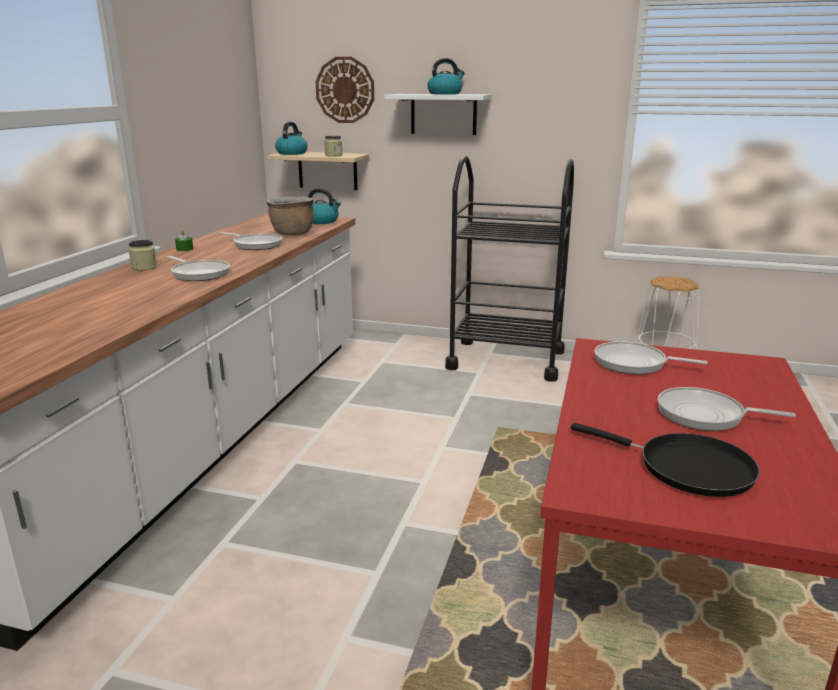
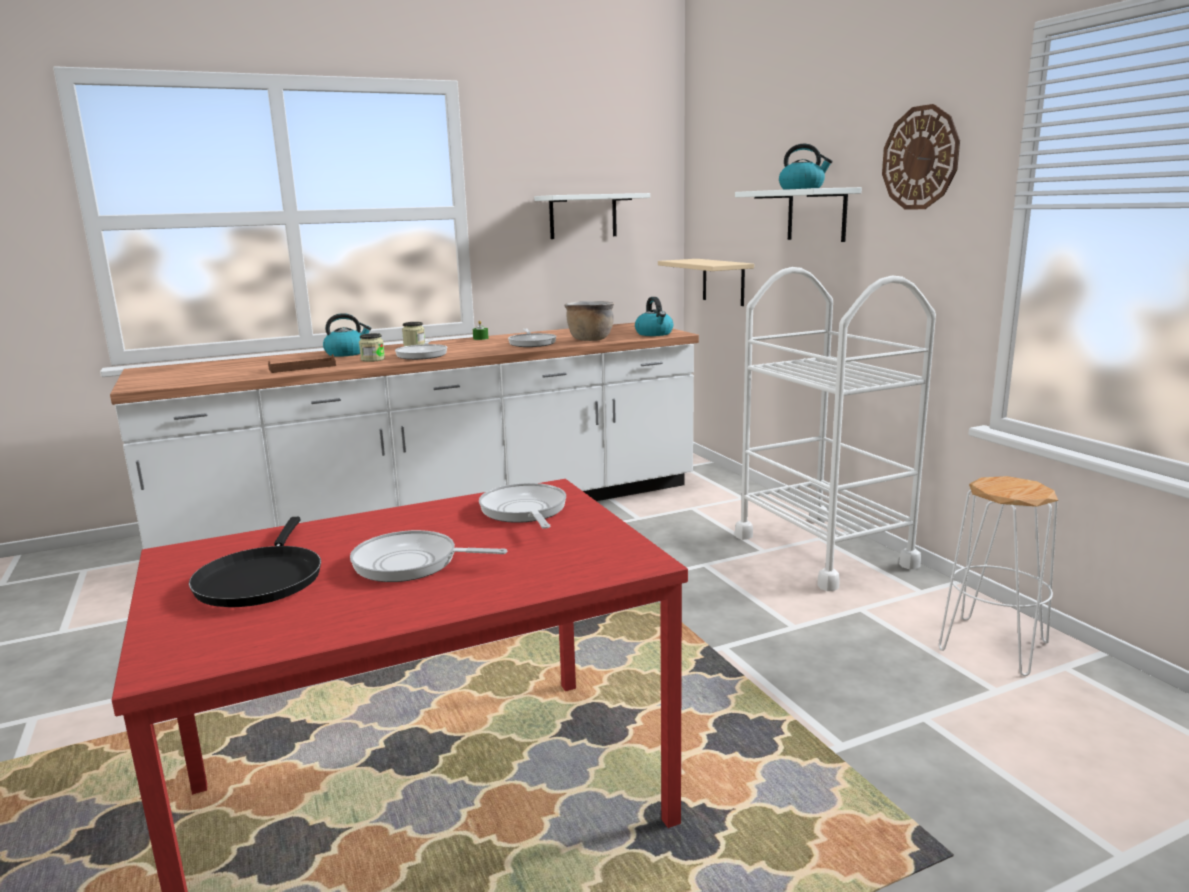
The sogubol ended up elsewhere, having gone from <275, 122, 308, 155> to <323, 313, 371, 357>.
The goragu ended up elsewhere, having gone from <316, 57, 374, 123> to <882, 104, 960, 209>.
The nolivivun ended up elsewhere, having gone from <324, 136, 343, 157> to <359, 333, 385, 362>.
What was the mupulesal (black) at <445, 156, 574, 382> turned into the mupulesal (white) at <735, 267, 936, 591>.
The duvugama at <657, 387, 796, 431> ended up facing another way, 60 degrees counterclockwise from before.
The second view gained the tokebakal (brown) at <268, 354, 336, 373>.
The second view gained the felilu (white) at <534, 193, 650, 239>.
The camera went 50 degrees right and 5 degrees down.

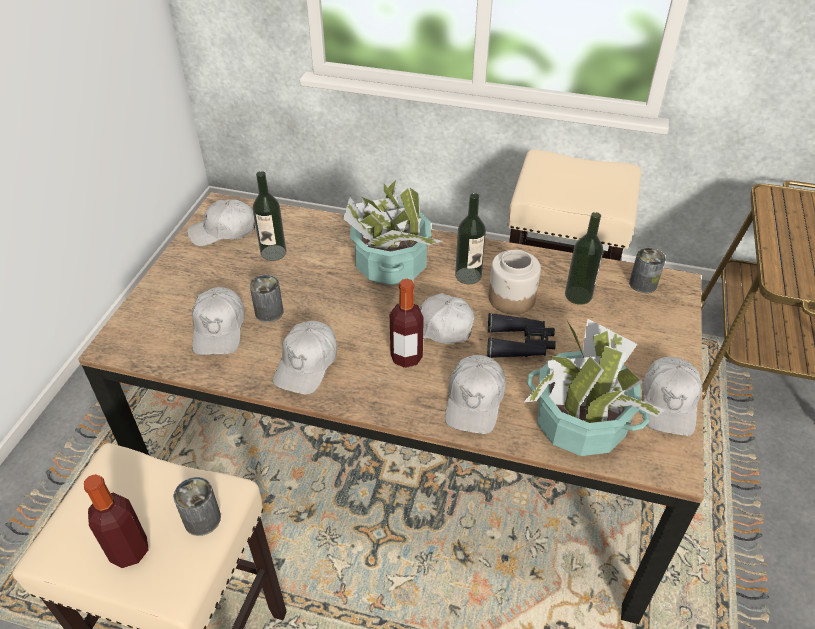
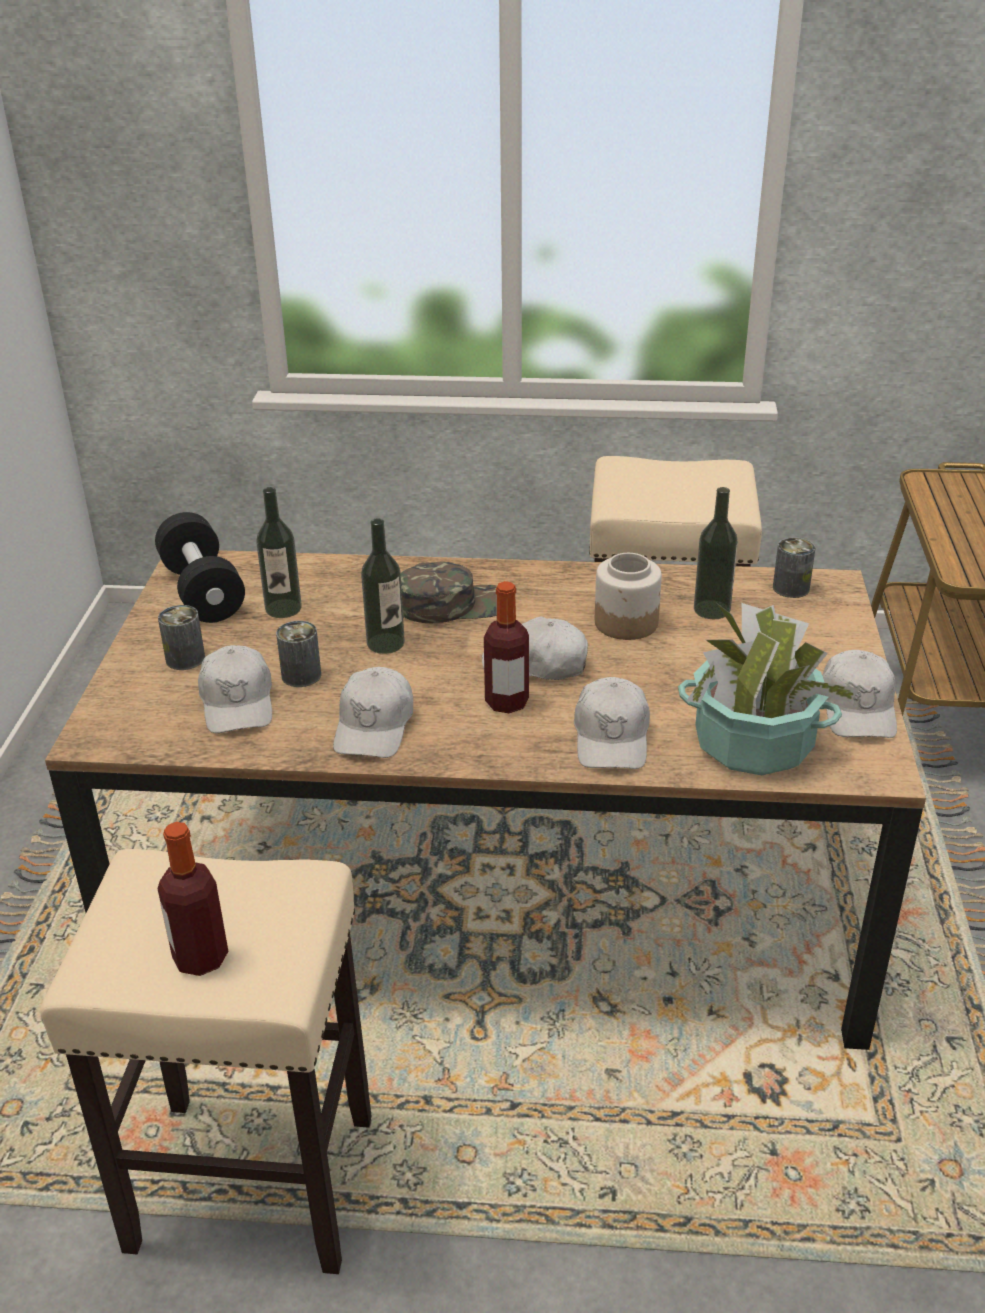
The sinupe ended up elsewhere, having gone from <173, 477, 221, 536> to <158, 605, 205, 670>.
Where the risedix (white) stood at <187, 199, 255, 246>, the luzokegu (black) came to stand at <155, 512, 245, 623>.
Where the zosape stood at <343, 179, 442, 285>, the risedix (green) came to stand at <401, 561, 497, 623>.
The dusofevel ended up elsewhere, having gone from <455, 193, 486, 284> to <361, 518, 405, 654>.
The second view lost the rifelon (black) at <487, 313, 556, 358>.
The camera went 10 degrees left and 10 degrees down.

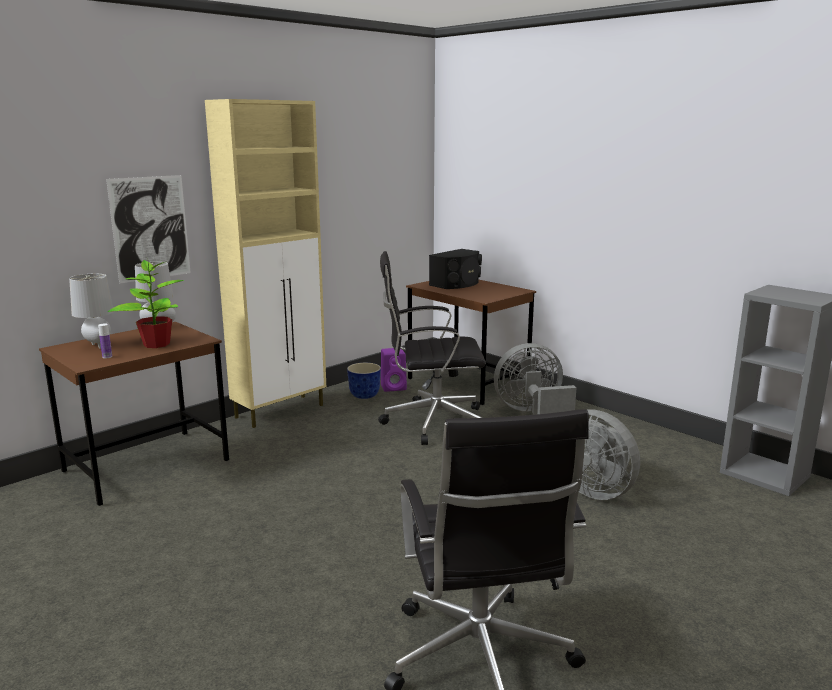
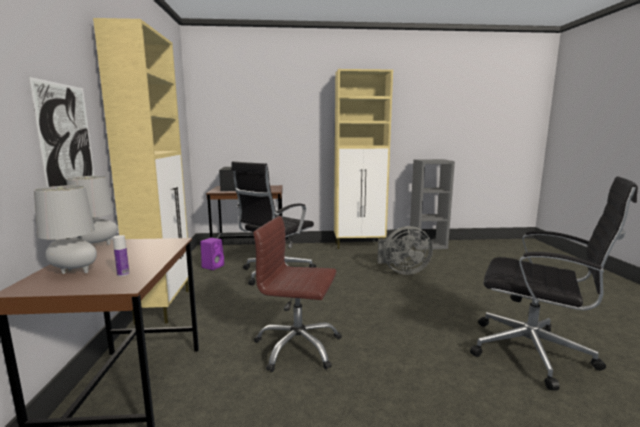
The second view lost the zosape at <108, 258, 184, 348>.
The second view lost the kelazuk at <347, 363, 381, 399>.
The second view lost the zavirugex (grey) at <494, 343, 576, 415>.
The second view gained the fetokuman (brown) at <253, 216, 342, 372>.
The second view gained the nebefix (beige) at <334, 69, 393, 249>.
The camera went 50 degrees left and 5 degrees down.

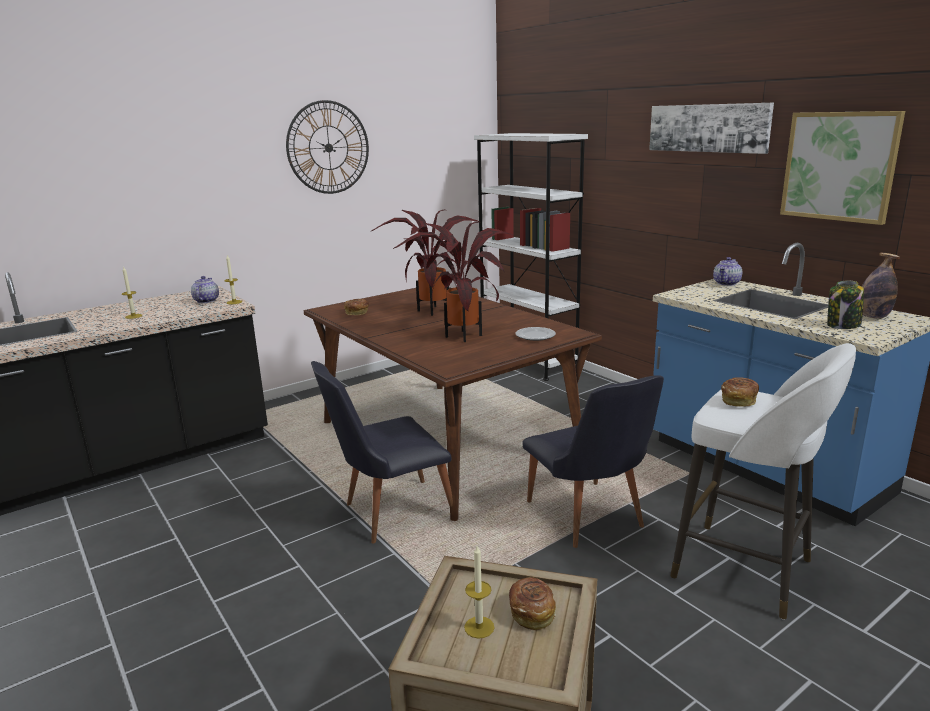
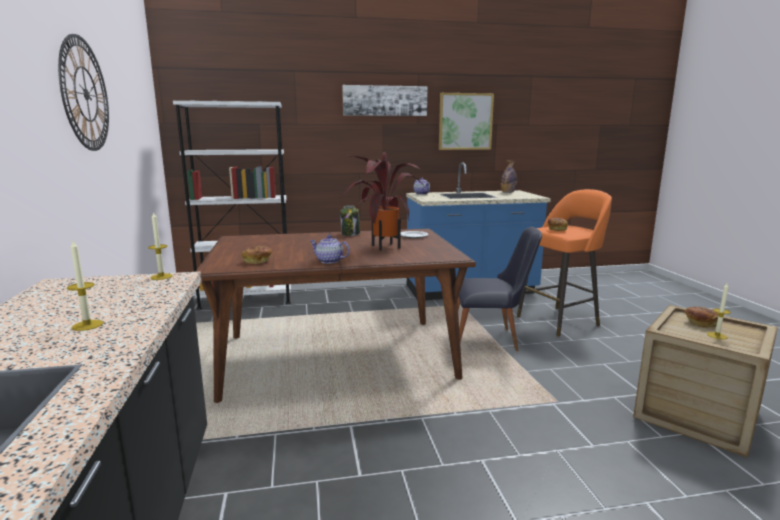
The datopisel ended up elsewhere, having gone from <191, 276, 219, 303> to <310, 235, 350, 264>.
The second view lost the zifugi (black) at <311, 361, 453, 544>.
The second view lost the zosape at <370, 210, 480, 316>.
What was the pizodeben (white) at <670, 343, 856, 620> turned into the pizodeben (orange) at <517, 189, 612, 337>.
The nolivivun ended up elsewhere, having gone from <827, 281, 864, 329> to <340, 205, 360, 236>.
The camera went 65 degrees left and 5 degrees down.

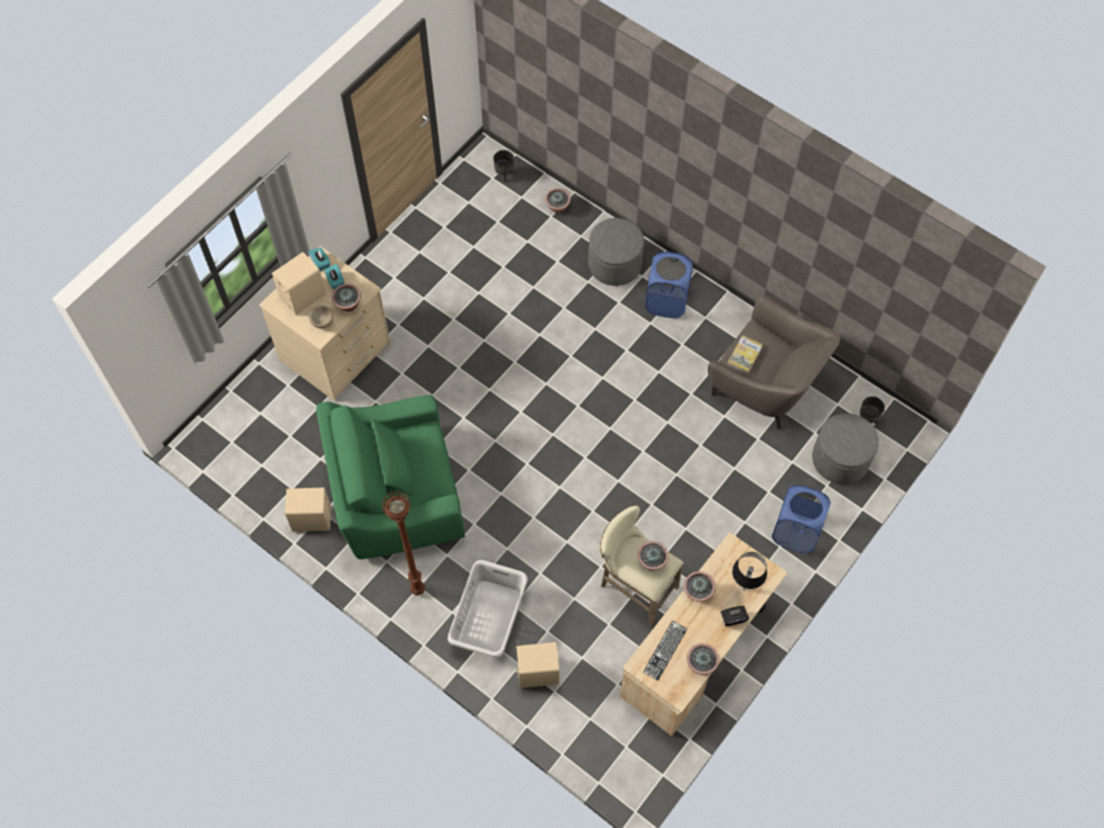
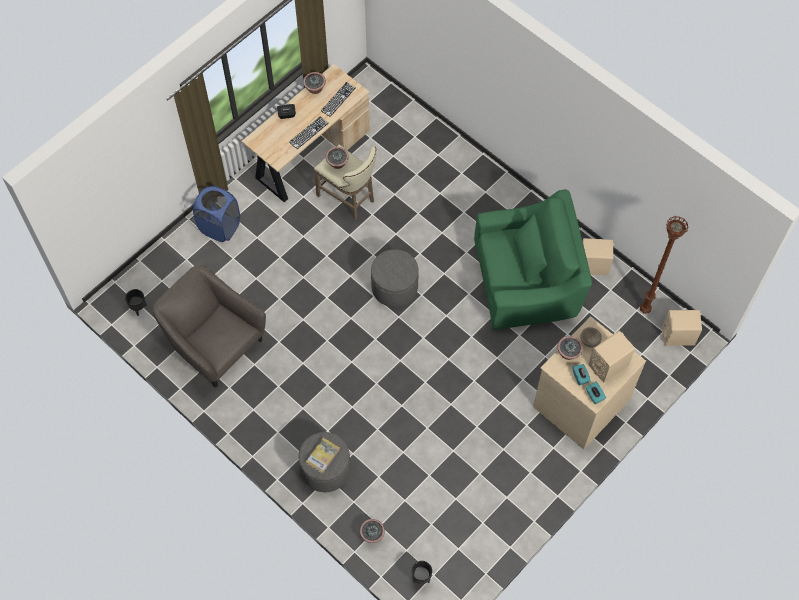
The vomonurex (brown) ended up elsewhere, having gone from <382, 492, 425, 596> to <640, 216, 688, 314>.
The second view lost the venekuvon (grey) at <448, 560, 528, 658>.
The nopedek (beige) ended up elsewhere, having gone from <516, 642, 559, 688> to <663, 310, 702, 346>.
The second view lost the venekuvon (blue) at <645, 251, 693, 318>.
Where the zosape stood at <684, 571, 716, 602>, the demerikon came to stand at <289, 116, 328, 149>.
The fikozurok ended up elsewhere, having gone from <727, 335, 763, 374> to <306, 438, 340, 474>.
The second view lost the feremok at <732, 552, 767, 591>.
The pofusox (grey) ended up elsewhere, having gone from <812, 413, 879, 484> to <371, 249, 419, 307>.
The camera went 175 degrees left and 0 degrees up.

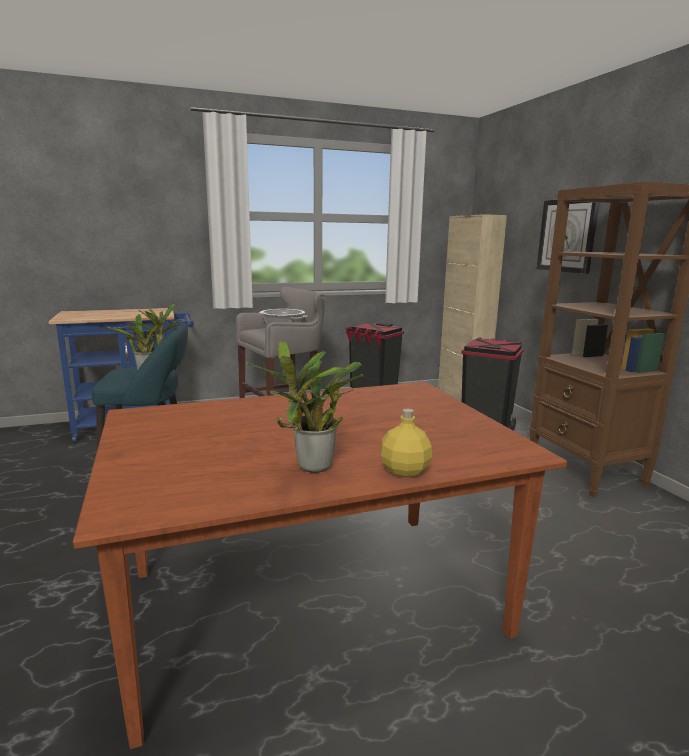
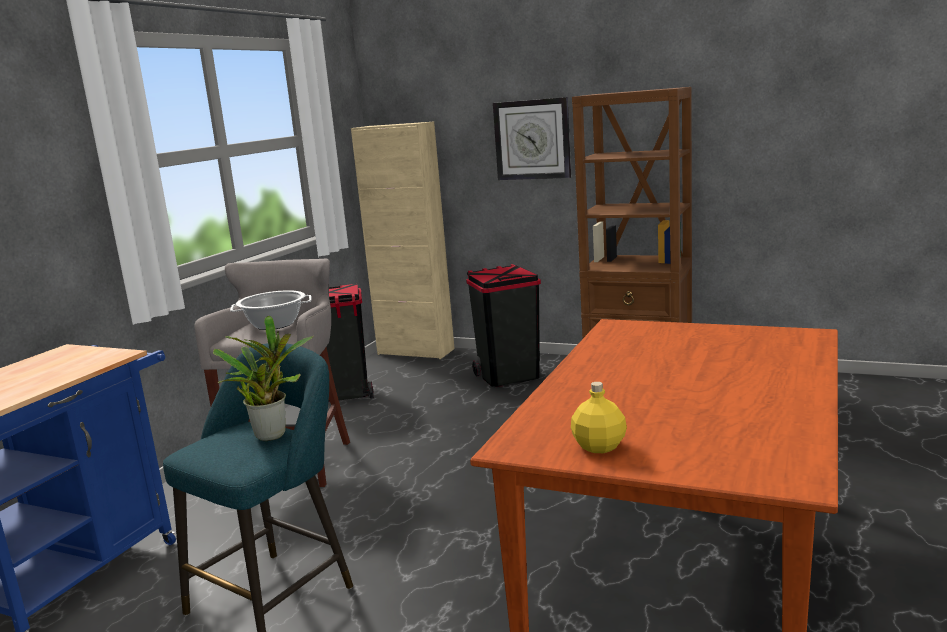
The second view lost the zosape at <246, 341, 364, 473>.
The dusofevel (yellow) ended up elsewhere, having gone from <381, 409, 432, 478> to <571, 382, 627, 453>.
The camera went 45 degrees left and 0 degrees up.

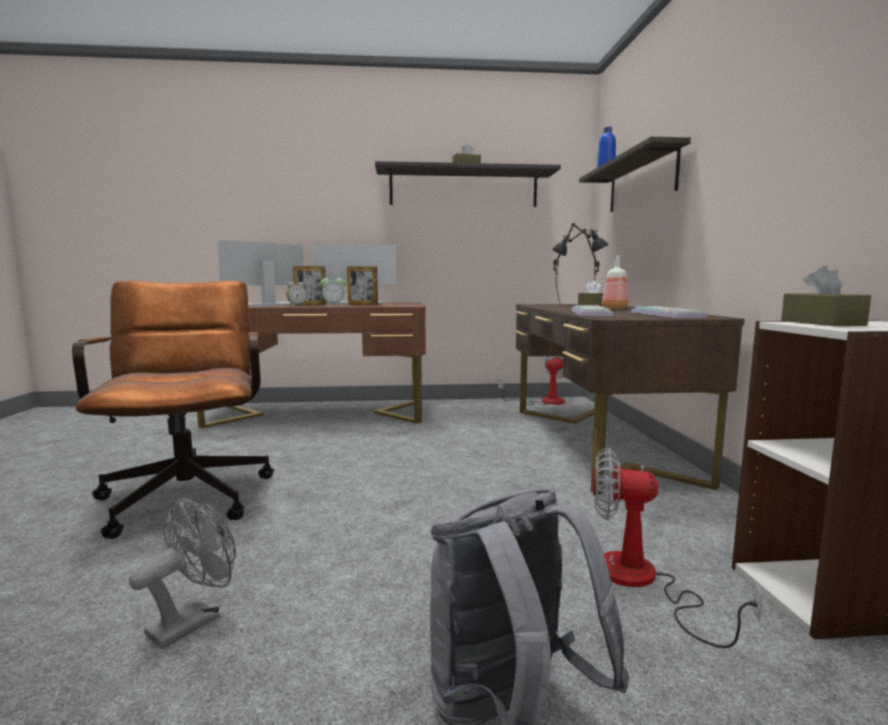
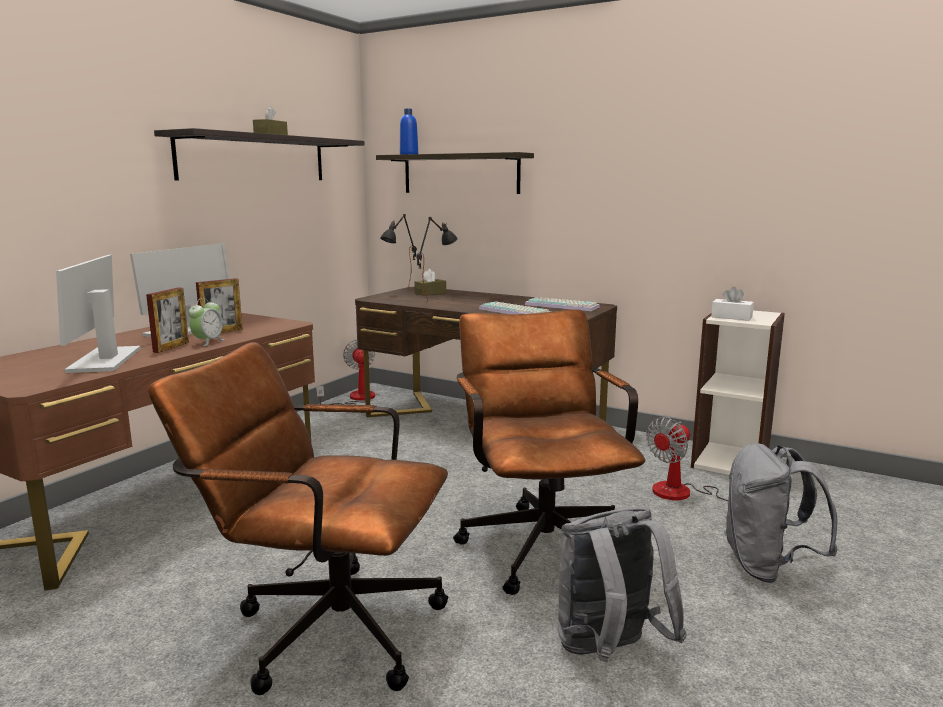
Where the zavirugex (grey) stood at <129, 497, 236, 649>, the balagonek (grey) came to stand at <558, 507, 687, 662>.
The second view lost the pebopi at <286, 282, 307, 306>.
The second view lost the dusofevel at <602, 256, 629, 309>.
What was the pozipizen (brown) at <781, 266, 871, 326> turned into the pozipizen (white) at <711, 287, 754, 321>.
The second view gained the fetokuman (brown) at <453, 309, 645, 595>.
The camera went 55 degrees left and 5 degrees up.

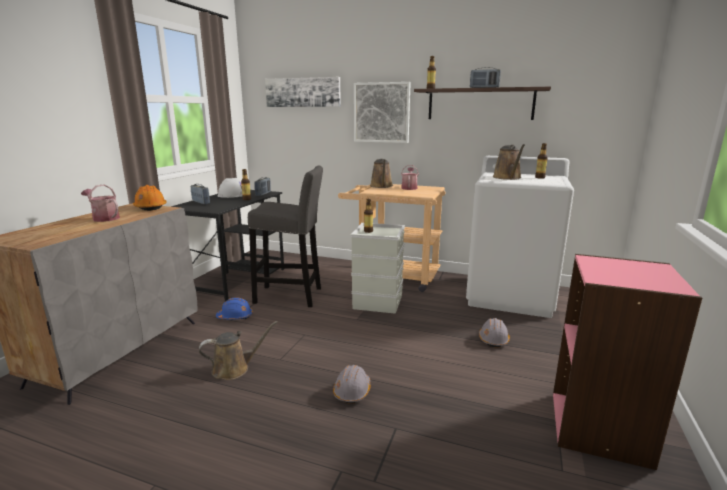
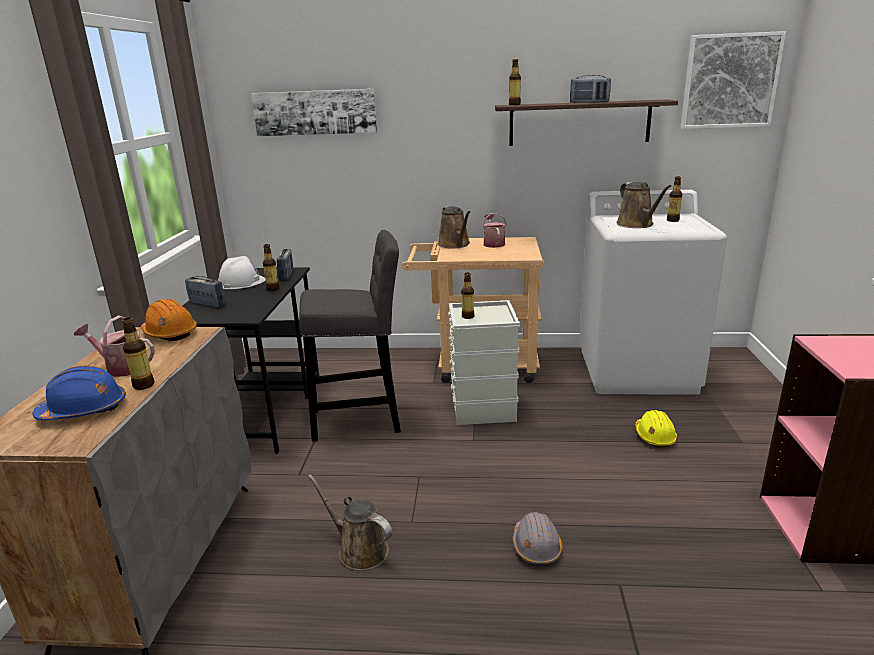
The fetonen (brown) at <199, 321, 278, 380> ended up facing another way, 105 degrees counterclockwise from before.
The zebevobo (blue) ended up elsewhere, having gone from <216, 297, 253, 320> to <32, 365, 126, 420>.
The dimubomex ended up elsewhere, having gone from <354, 82, 411, 143> to <680, 31, 786, 129>.
What was the zebevobo (grey) at <479, 318, 510, 347> turned into the zebevobo (yellow) at <635, 410, 677, 448>.
The second view gained the dusofevel at <122, 317, 154, 390>.
The camera went 15 degrees left and 5 degrees up.

